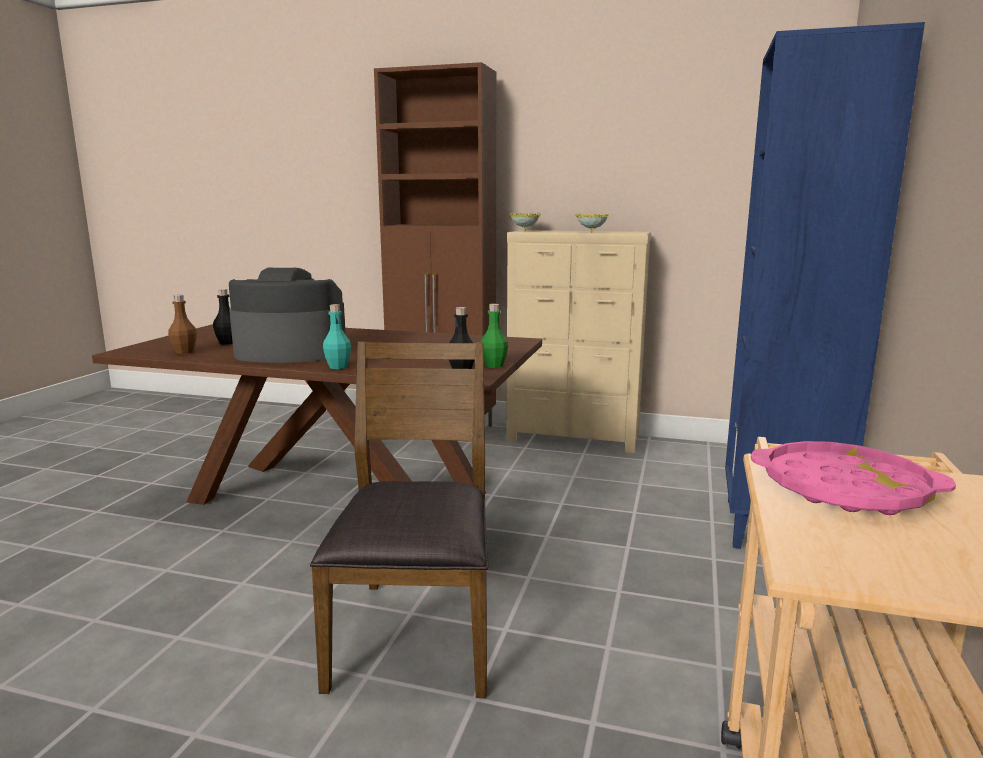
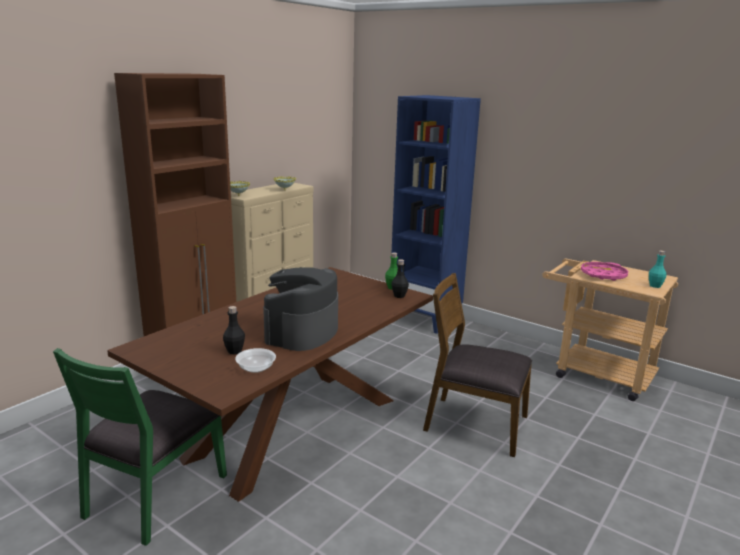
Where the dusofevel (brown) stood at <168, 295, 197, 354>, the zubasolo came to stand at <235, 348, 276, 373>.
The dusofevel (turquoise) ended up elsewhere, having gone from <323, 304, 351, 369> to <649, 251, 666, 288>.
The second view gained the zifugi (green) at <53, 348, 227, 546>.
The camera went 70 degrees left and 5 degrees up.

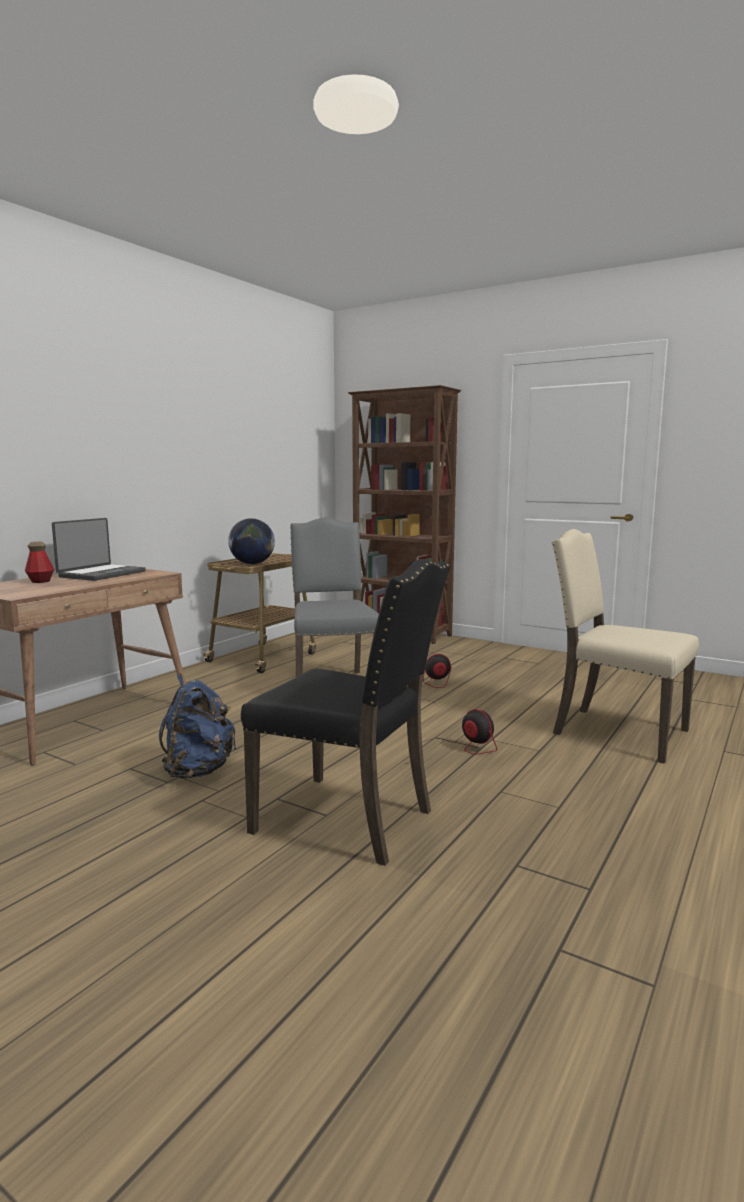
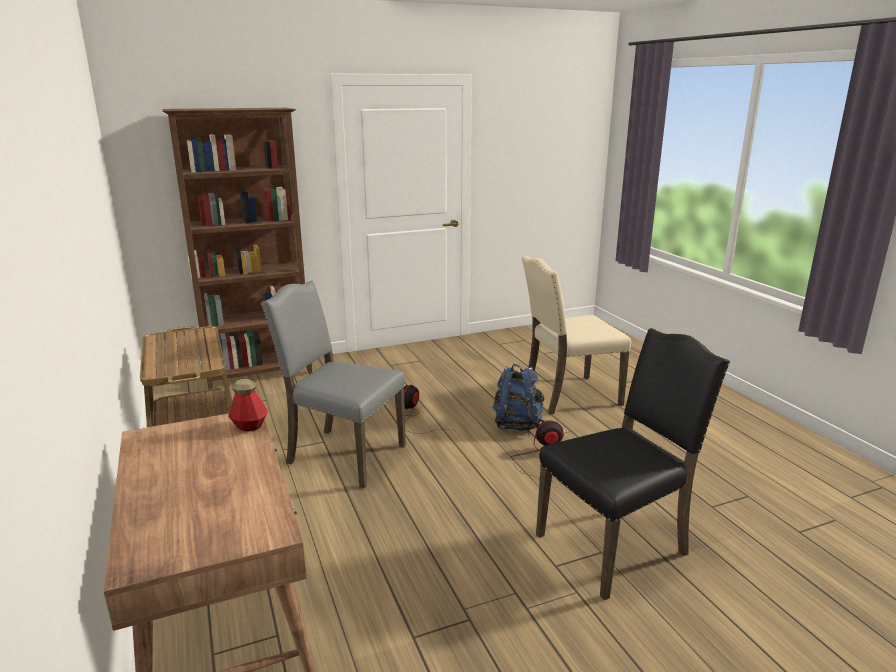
The dusofevel ended up elsewhere, having gone from <25, 541, 54, 583> to <228, 379, 268, 431>.
The second view lost the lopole at <52, 518, 146, 581>.
The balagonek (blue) ended up elsewhere, having gone from <159, 673, 237, 779> to <492, 364, 545, 431>.
The second view lost the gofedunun at <228, 518, 275, 564>.
The camera went 55 degrees left and 10 degrees up.

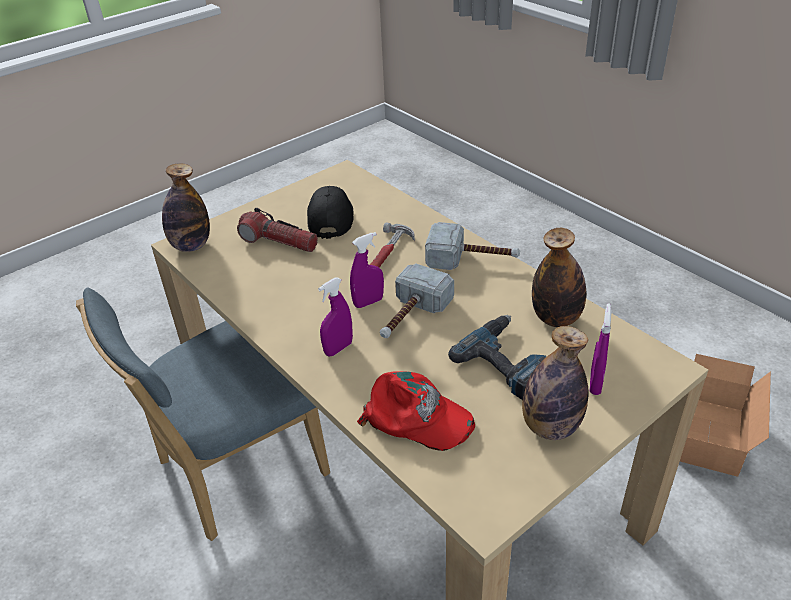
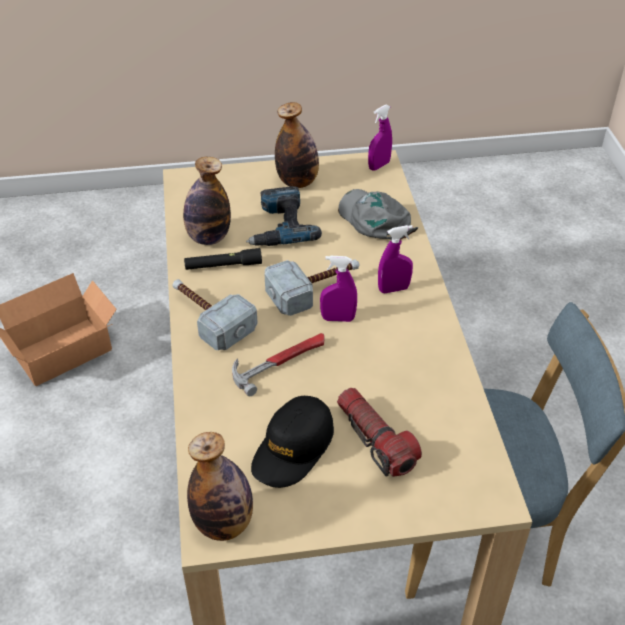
The dusofevel ended up elsewhere, having gone from <162, 163, 210, 252> to <187, 432, 253, 541>.
What was the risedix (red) at <357, 371, 475, 451> turned into the risedix (grey) at <338, 189, 418, 240>.
The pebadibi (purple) ended up elsewhere, having gone from <589, 303, 611, 395> to <368, 104, 392, 171>.
The second view gained the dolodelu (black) at <184, 248, 262, 270>.
The camera went 150 degrees left and 5 degrees up.

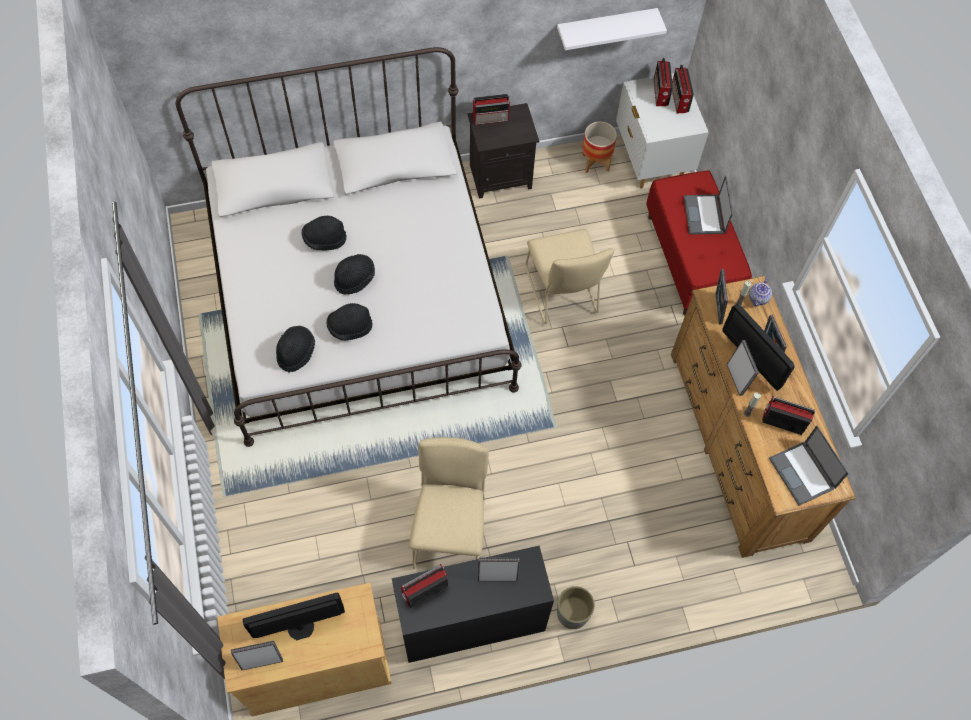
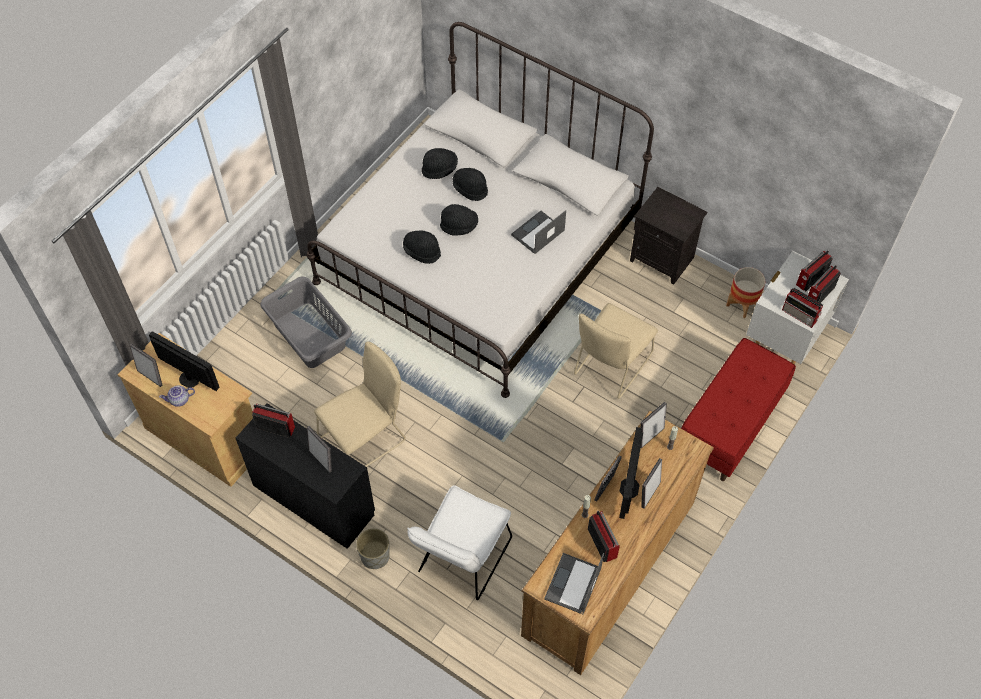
The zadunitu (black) ended up elsewhere, having gone from <276, 326, 315, 373> to <422, 148, 458, 179>.
The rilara ended up elsewhere, having gone from <473, 94, 511, 125> to <782, 288, 823, 328>.
The second view lost the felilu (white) at <557, 8, 667, 50>.
The lopole ended up elsewhere, having gone from <684, 175, 733, 235> to <511, 210, 566, 254>.
The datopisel ended up elsewhere, having gone from <749, 277, 772, 307> to <159, 385, 195, 407>.
The second view gained the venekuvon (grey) at <260, 277, 352, 368>.
The second view gained the zifugi (white) at <407, 485, 512, 600>.
The camera went 50 degrees right and 5 degrees down.

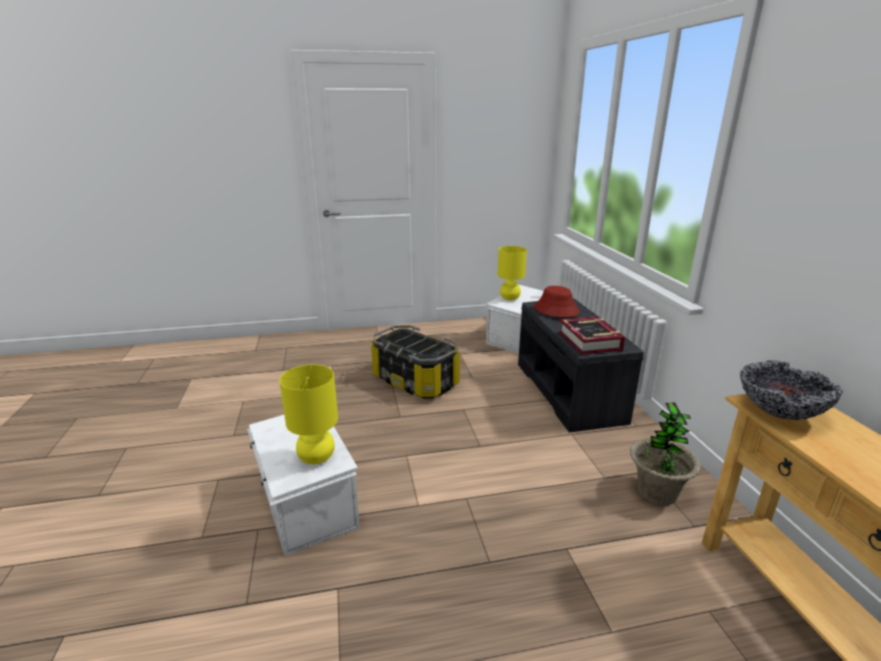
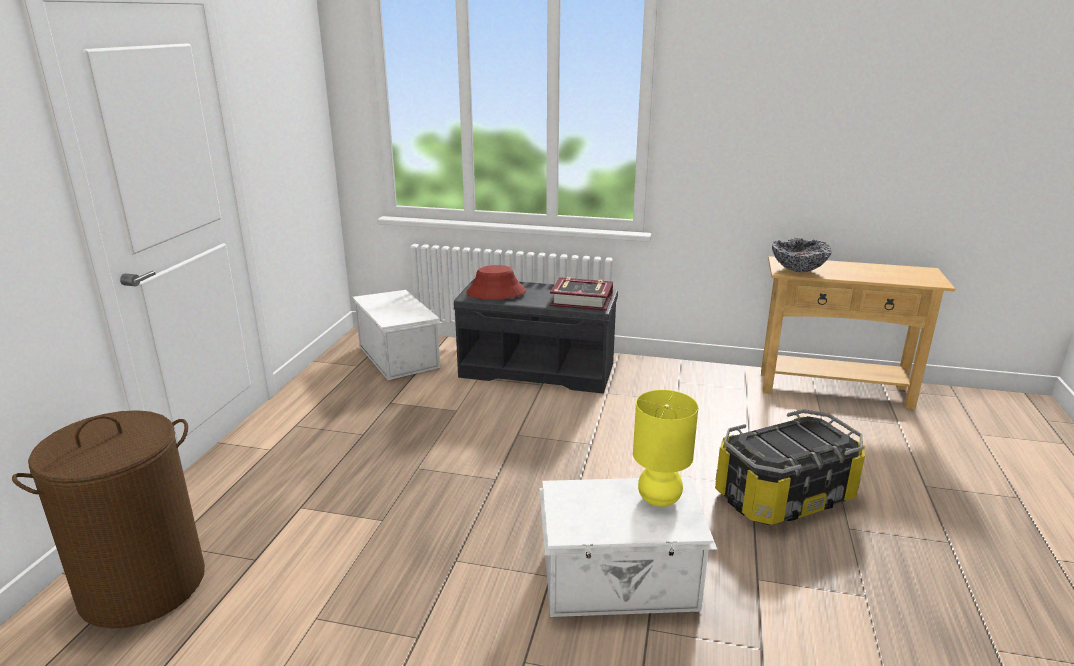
The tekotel ended up elsewhere, having gone from <371, 325, 460, 398> to <715, 409, 865, 525>.
The second view lost the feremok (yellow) at <498, 246, 527, 300>.
The second view lost the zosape at <630, 403, 701, 505>.
The second view gained the venekuvon (brown) at <12, 410, 205, 629>.
The camera went 65 degrees left and 0 degrees up.

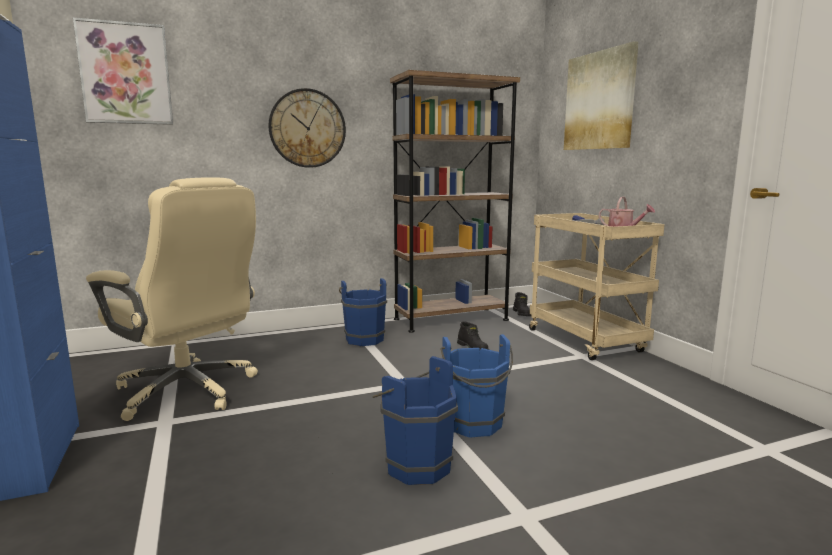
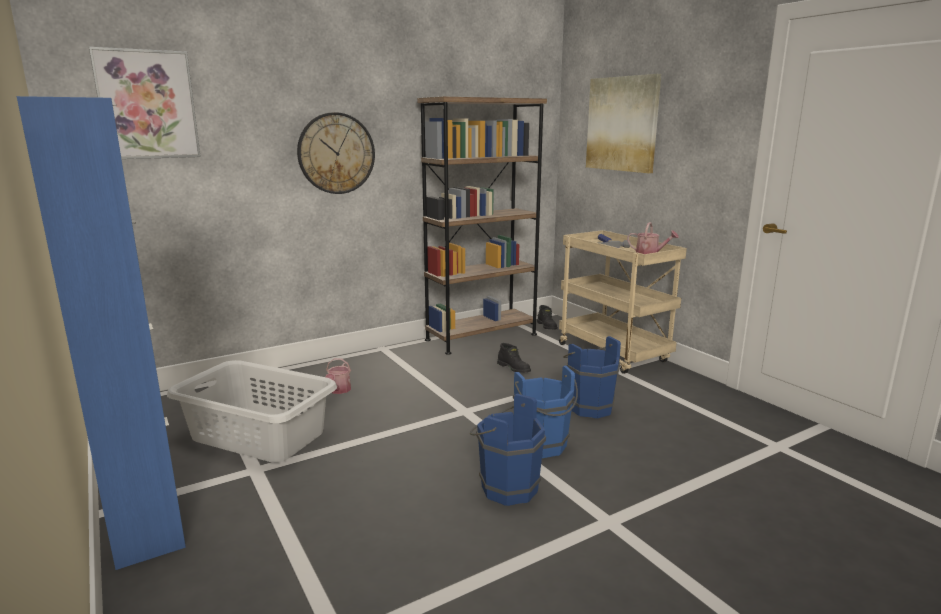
Where the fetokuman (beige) stood at <86, 177, 258, 421>, the venekuvon (grey) came to stand at <167, 360, 337, 463>.
The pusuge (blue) ended up elsewhere, having gone from <339, 278, 387, 346> to <563, 336, 621, 419>.
The second view gained the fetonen at <325, 358, 351, 394>.
The camera went 10 degrees left and 5 degrees up.

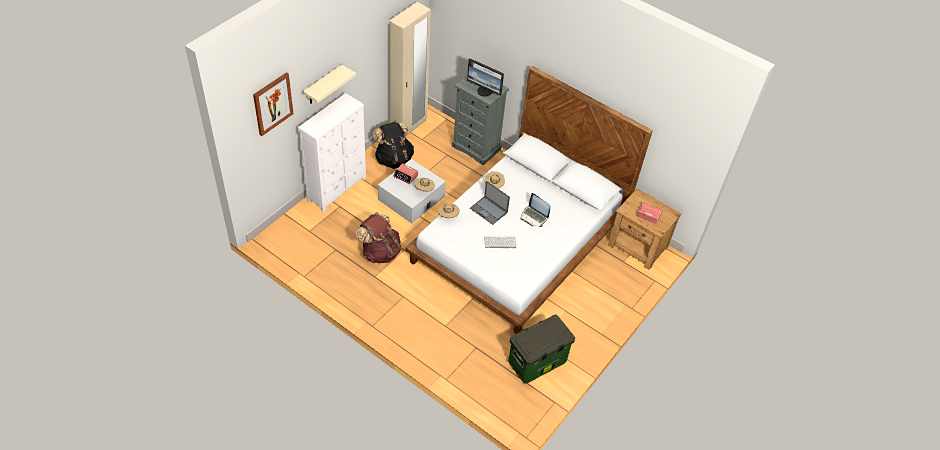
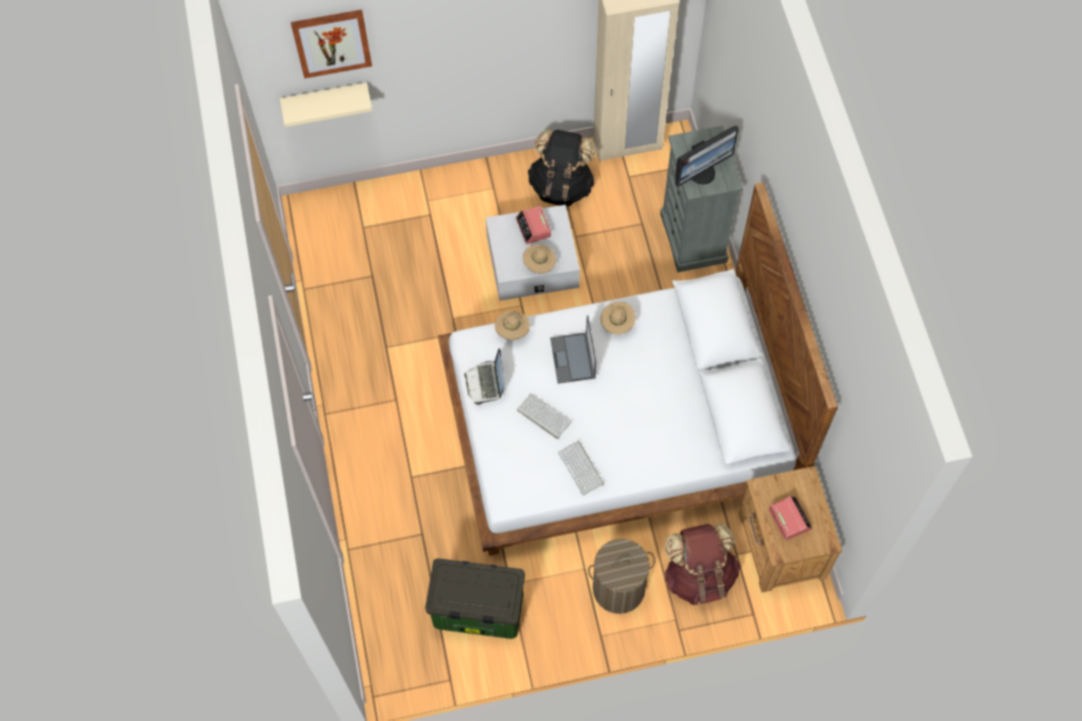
The second view lost the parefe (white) at <298, 93, 366, 212>.
The felilu (beige) ended up elsewhere, having gone from <303, 65, 356, 104> to <280, 82, 372, 127>.
The balagonek (brown) ended up elsewhere, having gone from <355, 212, 401, 263> to <664, 523, 740, 605>.
The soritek at <467, 58, 504, 96> ended up facing another way, 105 degrees counterclockwise from before.
The lopole ended up elsewhere, having gone from <520, 193, 550, 227> to <464, 348, 504, 405>.
The second view gained the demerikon at <558, 441, 604, 495>.
The second view gained the venekuvon at <588, 539, 655, 614>.
The camera went 45 degrees right and 15 degrees up.

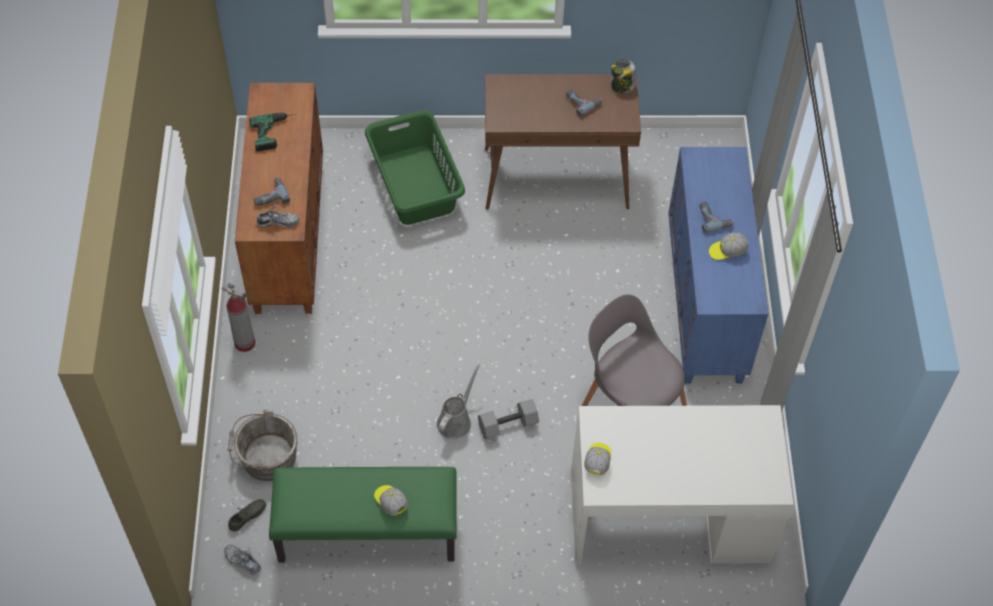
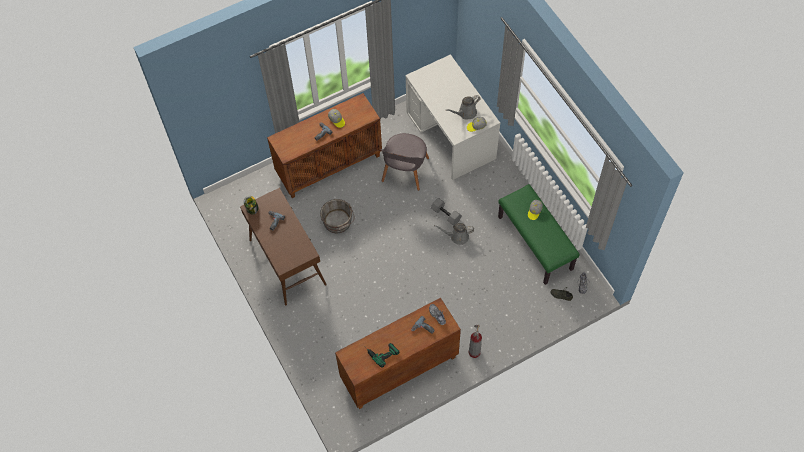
The pusuge (grey) ended up elsewhere, having gone from <228, 410, 298, 481> to <320, 199, 355, 233>.
The second view lost the venekuvon (green) at <365, 110, 465, 225>.
What was the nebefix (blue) at <668, 147, 768, 384> turned into the nebefix (brown) at <267, 93, 382, 198>.
The second view gained the fetonen (grey) at <446, 95, 481, 119>.
The camera went 115 degrees left and 5 degrees up.

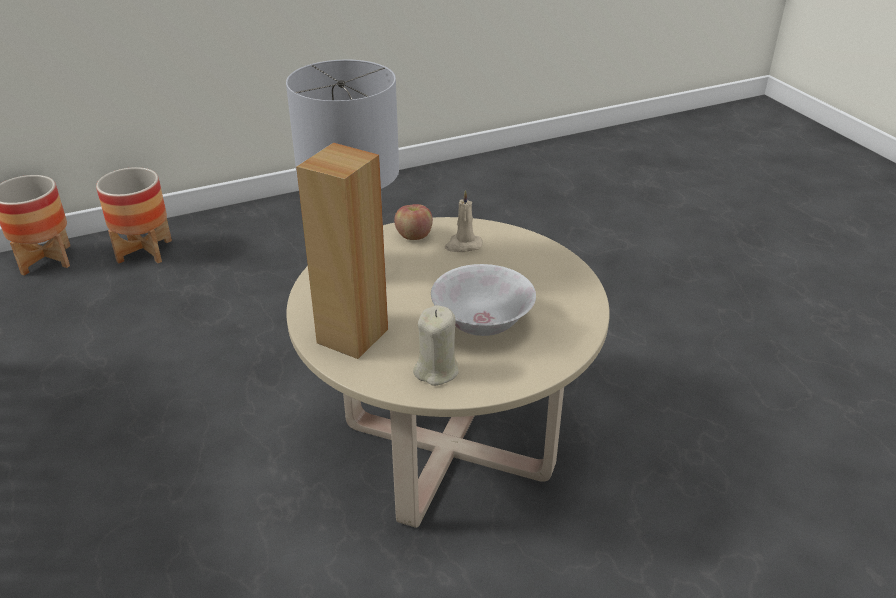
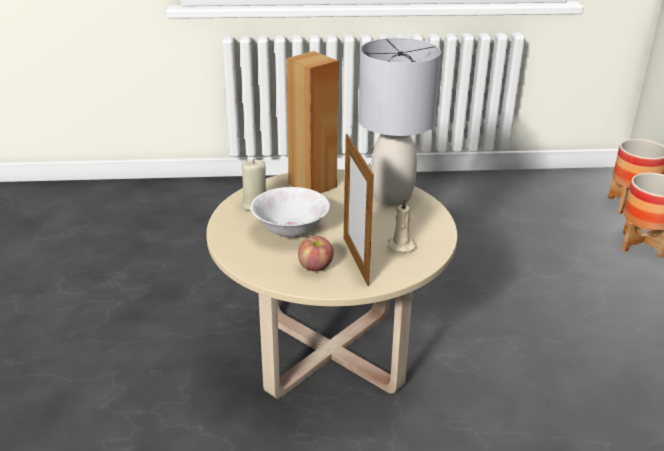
The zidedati ended up elsewhere, having gone from <394, 204, 433, 240> to <298, 236, 334, 271>.
The second view gained the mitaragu at <344, 134, 374, 286>.
The camera went 110 degrees right and 5 degrees down.

